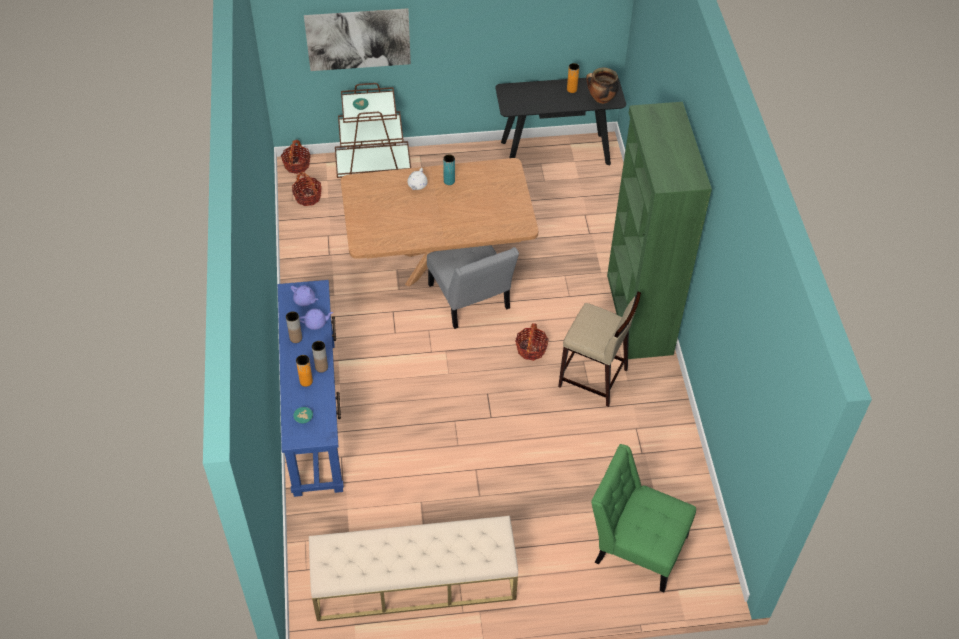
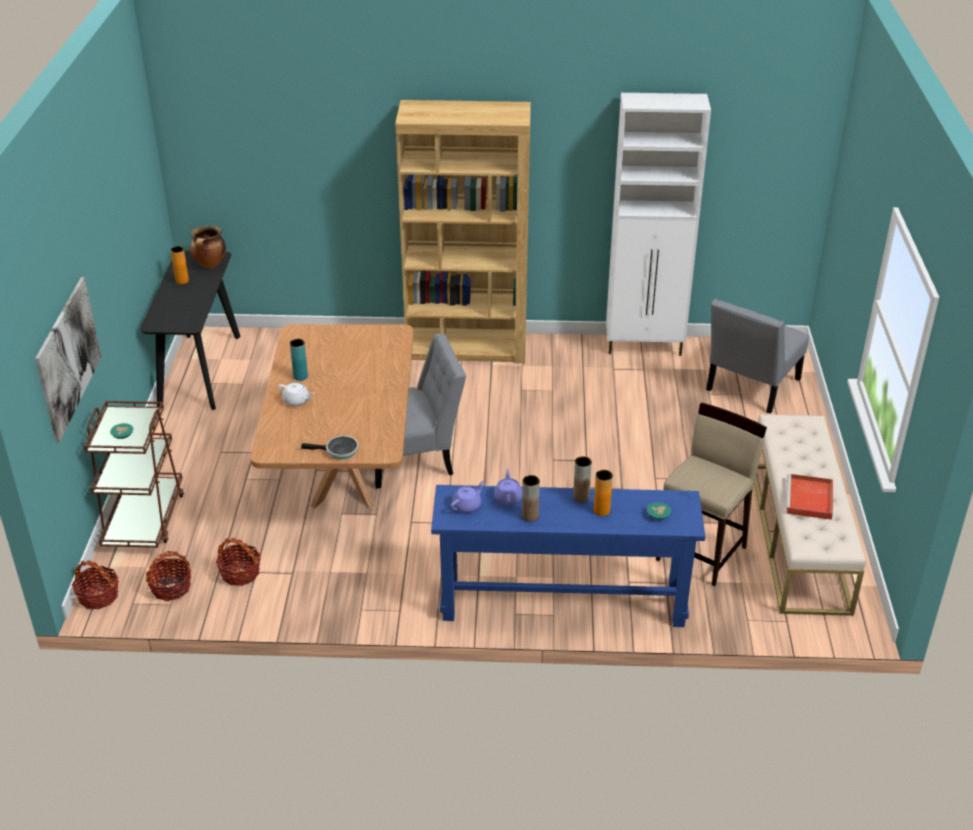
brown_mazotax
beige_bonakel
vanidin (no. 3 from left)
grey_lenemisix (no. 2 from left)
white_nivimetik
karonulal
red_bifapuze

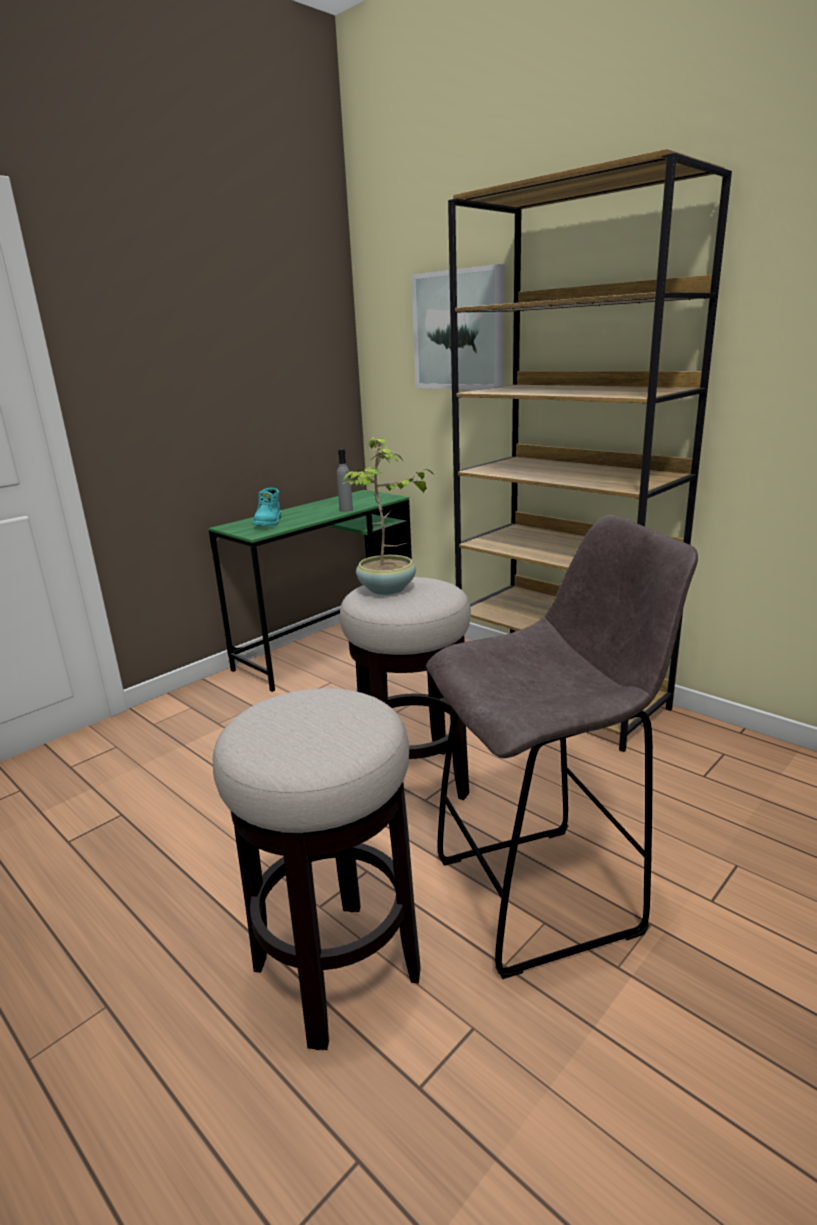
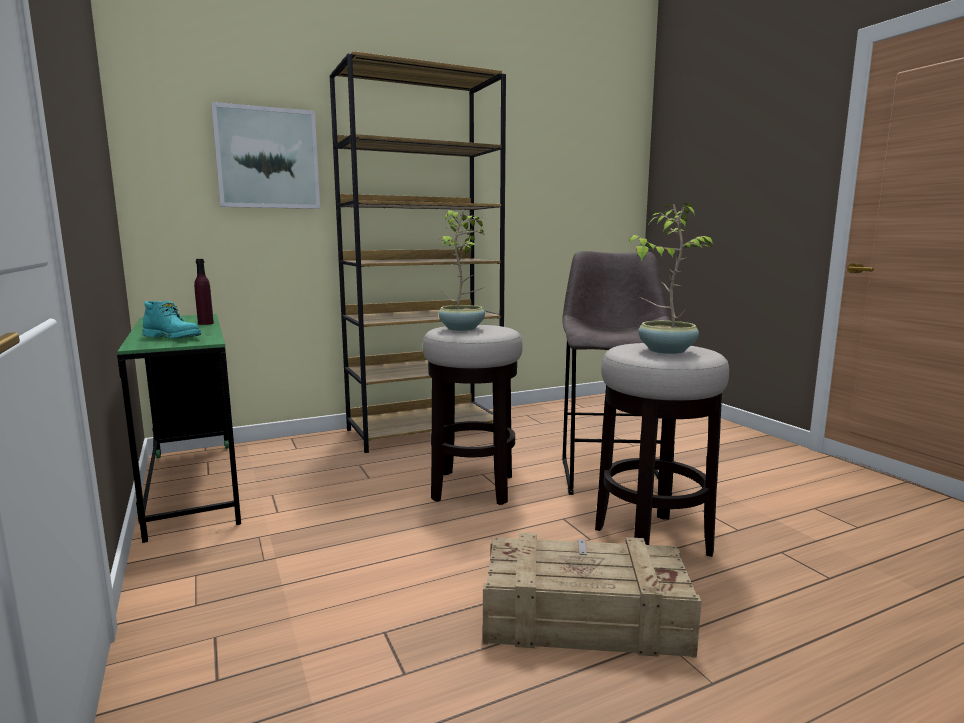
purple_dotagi
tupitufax (no. 2 from left)
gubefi

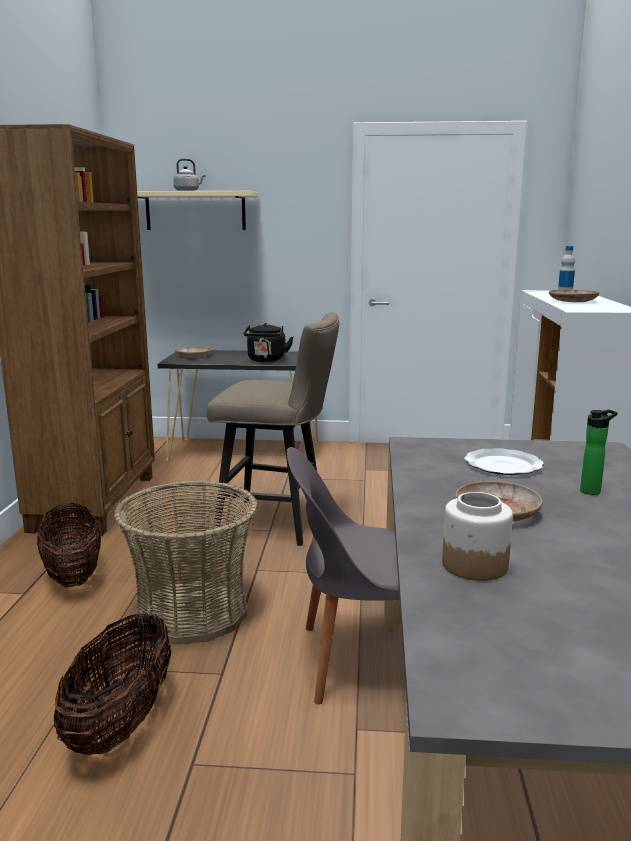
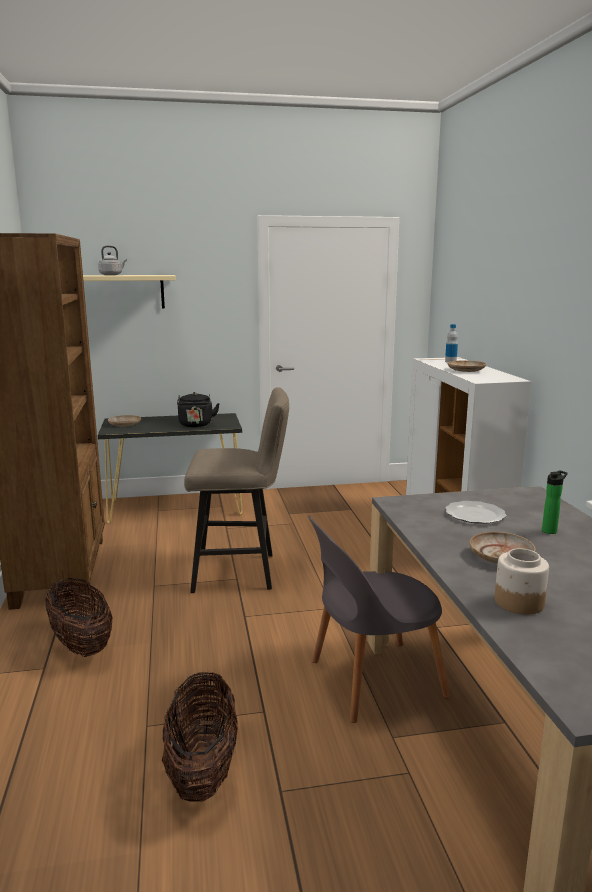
vanidin (no. 3 from left in the first image)

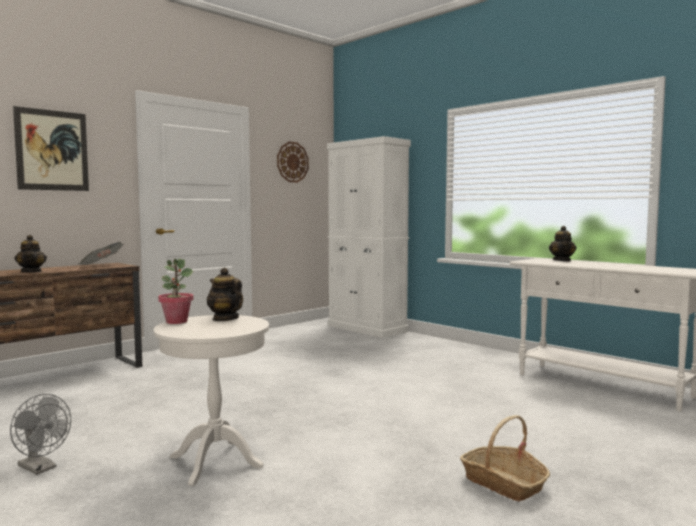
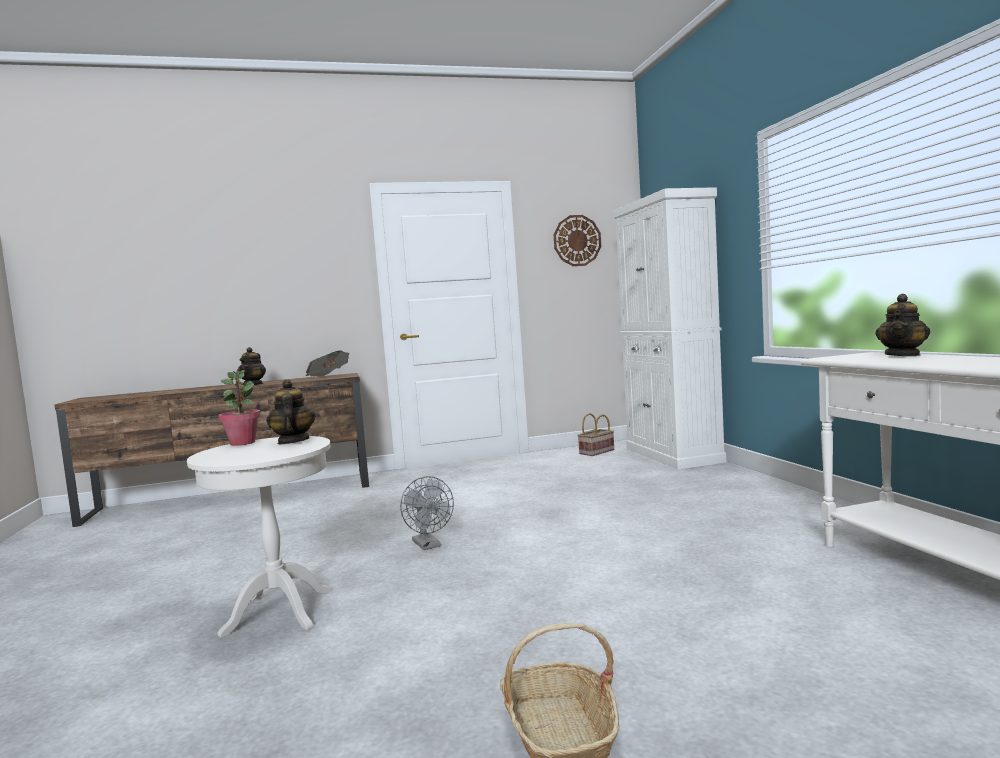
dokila
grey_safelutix
vanidin (no. 2 from left)

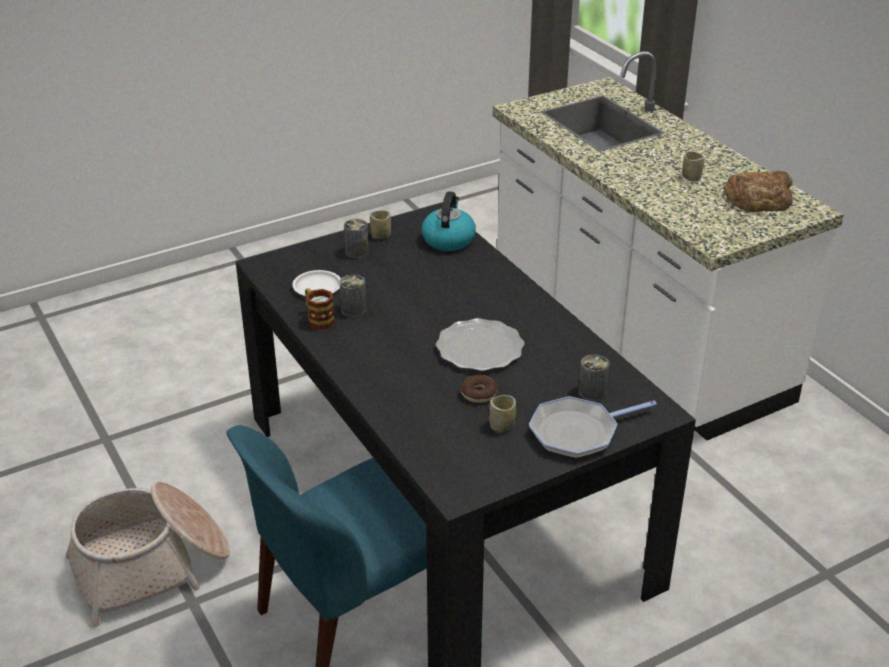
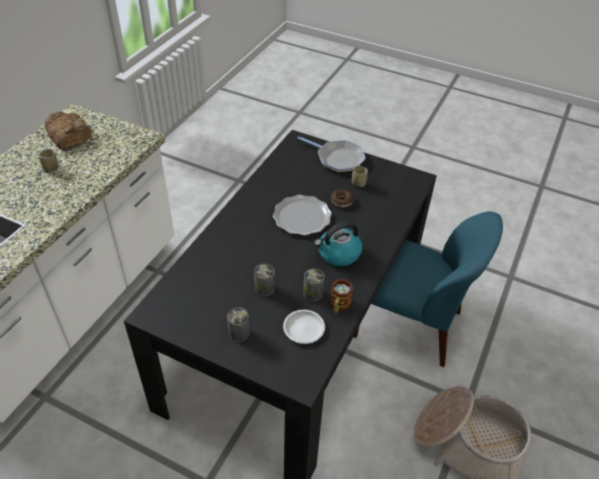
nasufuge
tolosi (no. 1 from left in the first image)
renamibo (no. 2 from left)

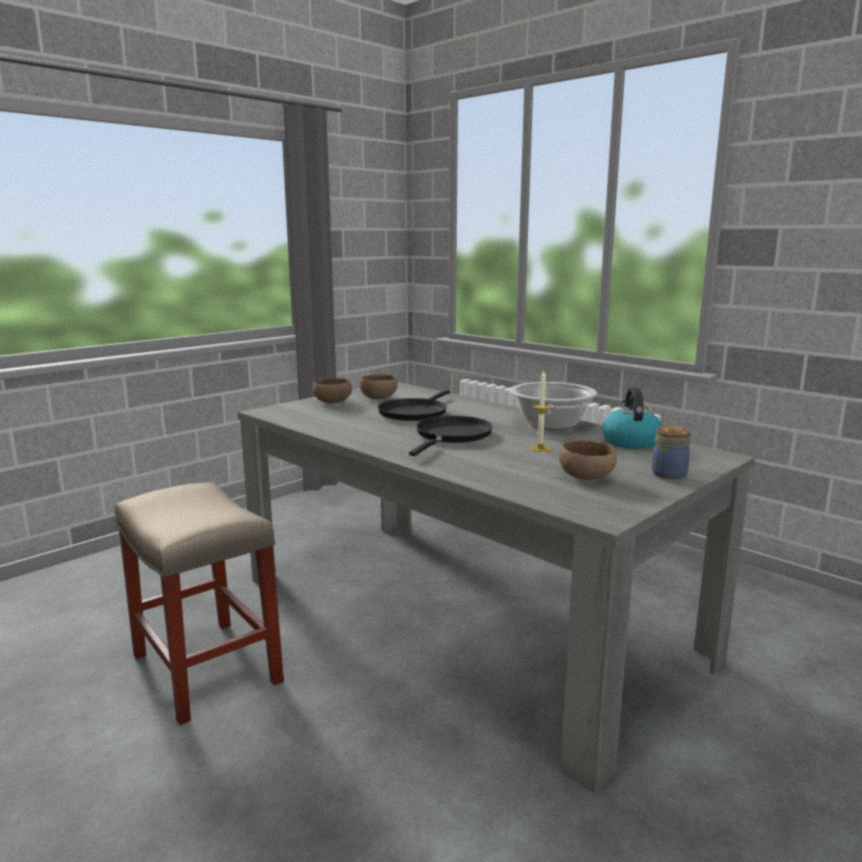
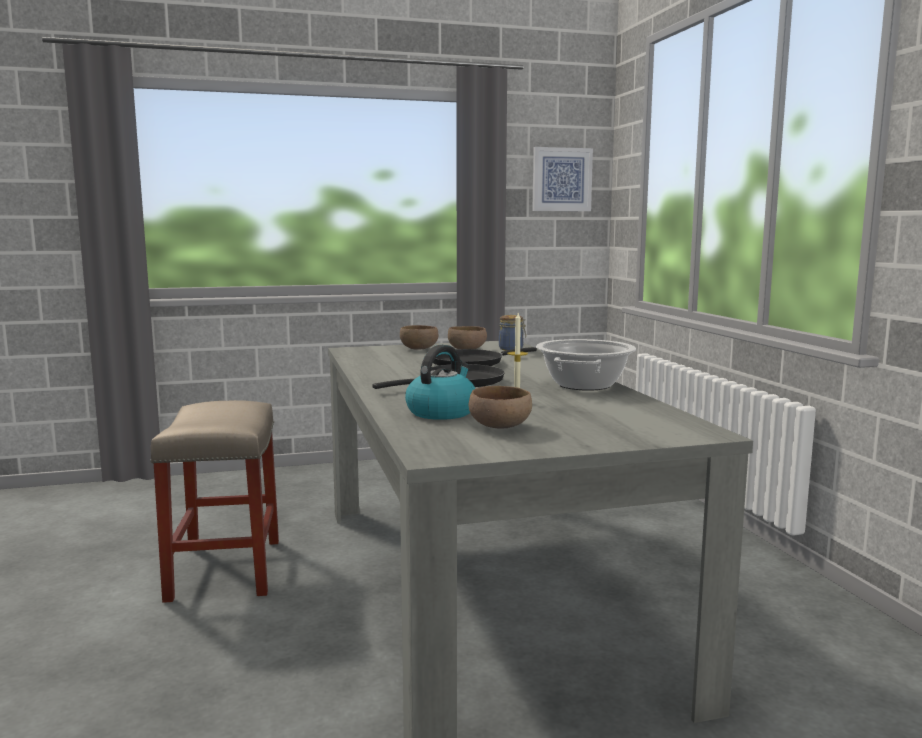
nasufuge
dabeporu
dokila

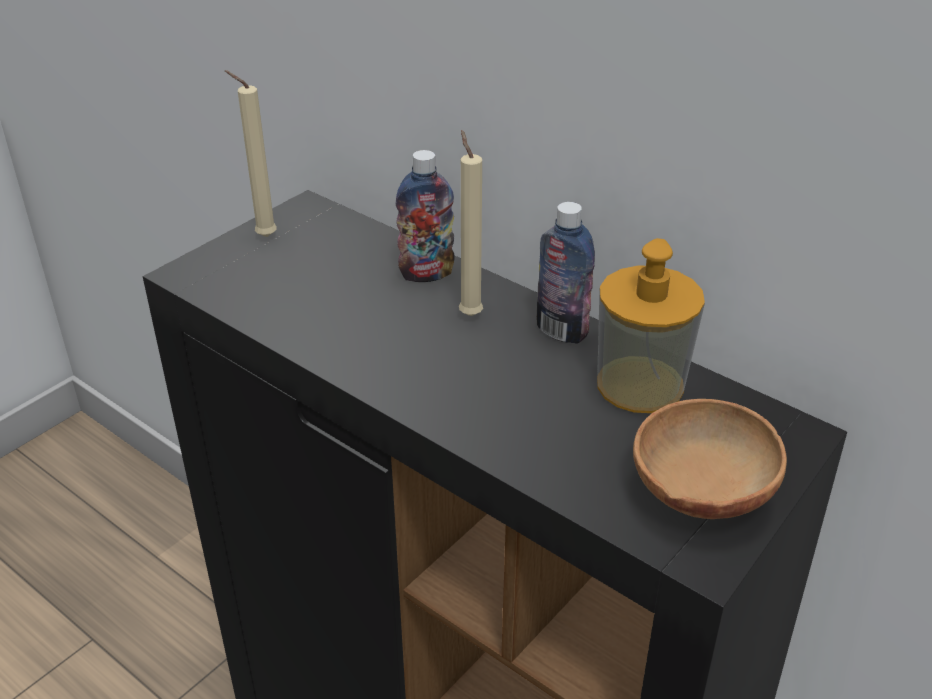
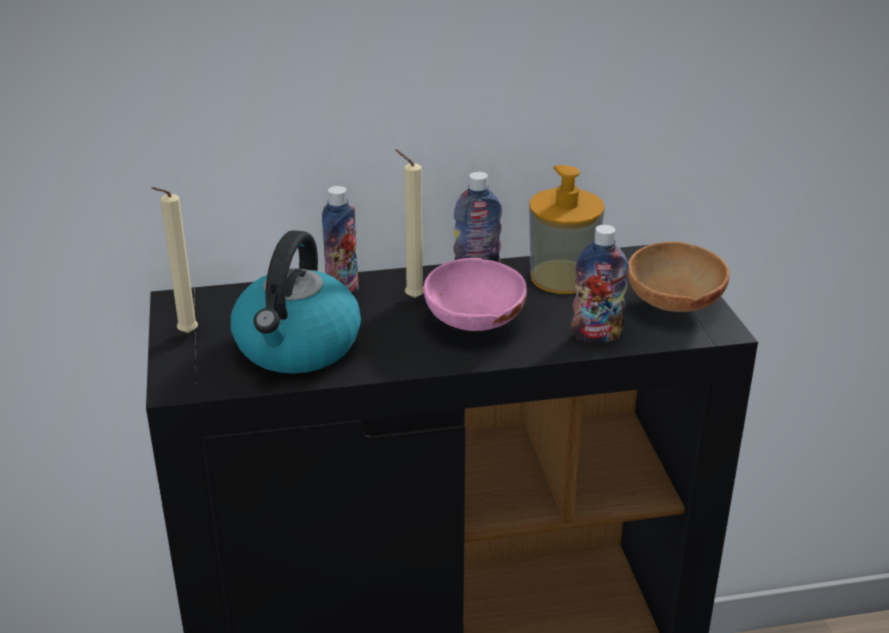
dotagi (no. 3 from left)
nasufuge
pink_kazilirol

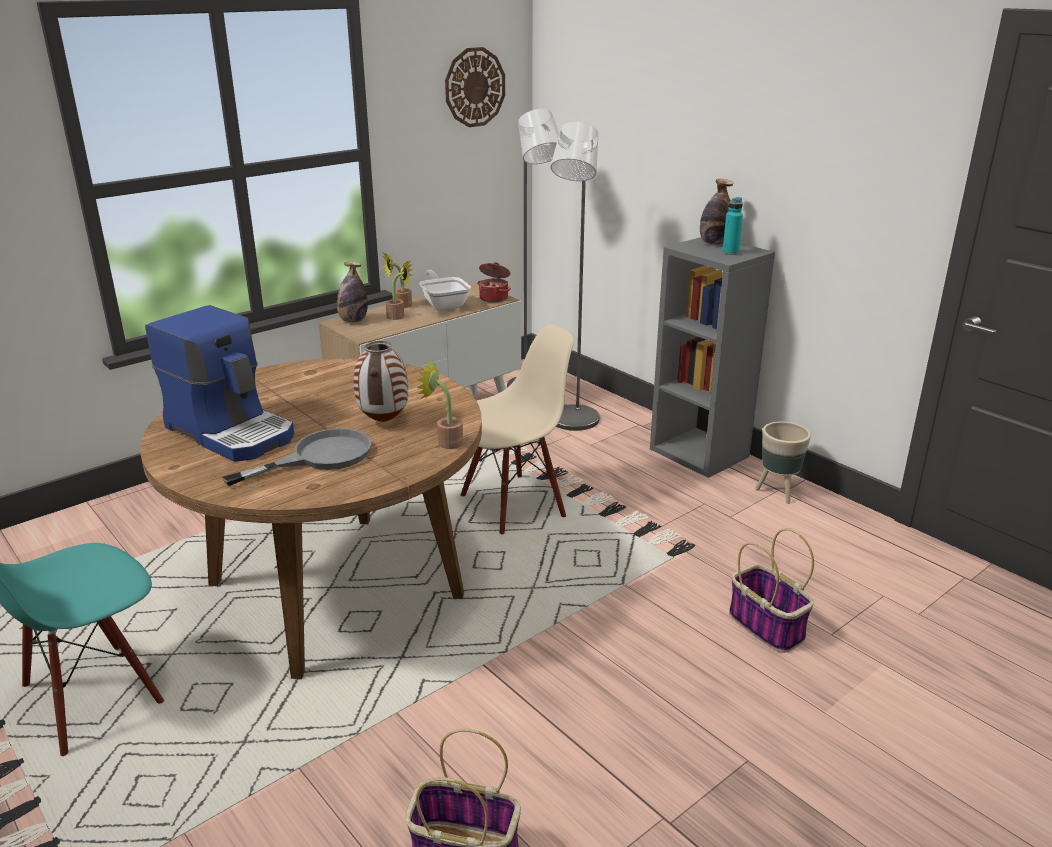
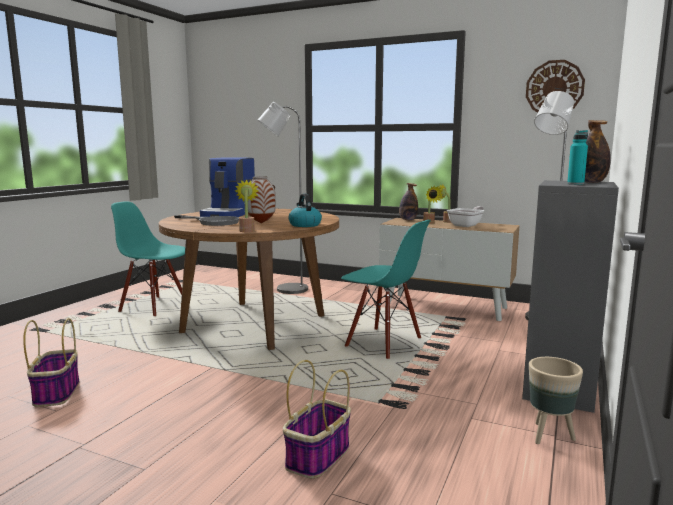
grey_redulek (no. 1 from left)
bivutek
turquoise_lenemisix (no. 2 from left)
nasufuge

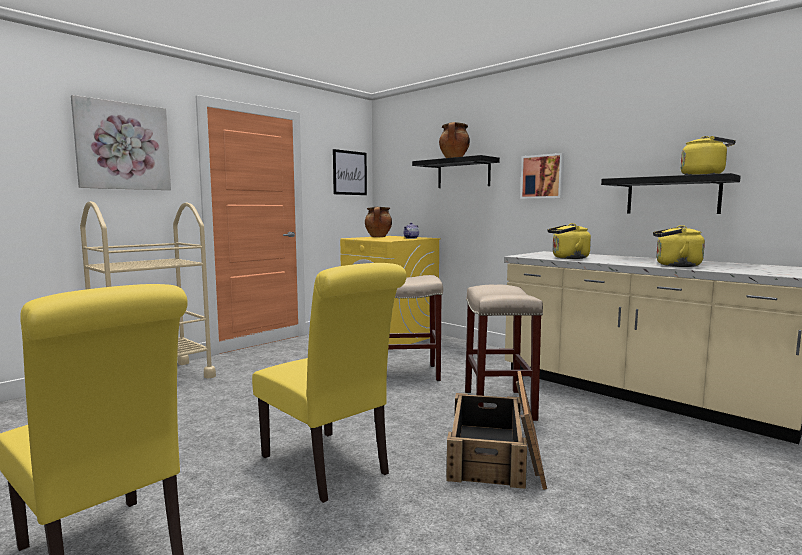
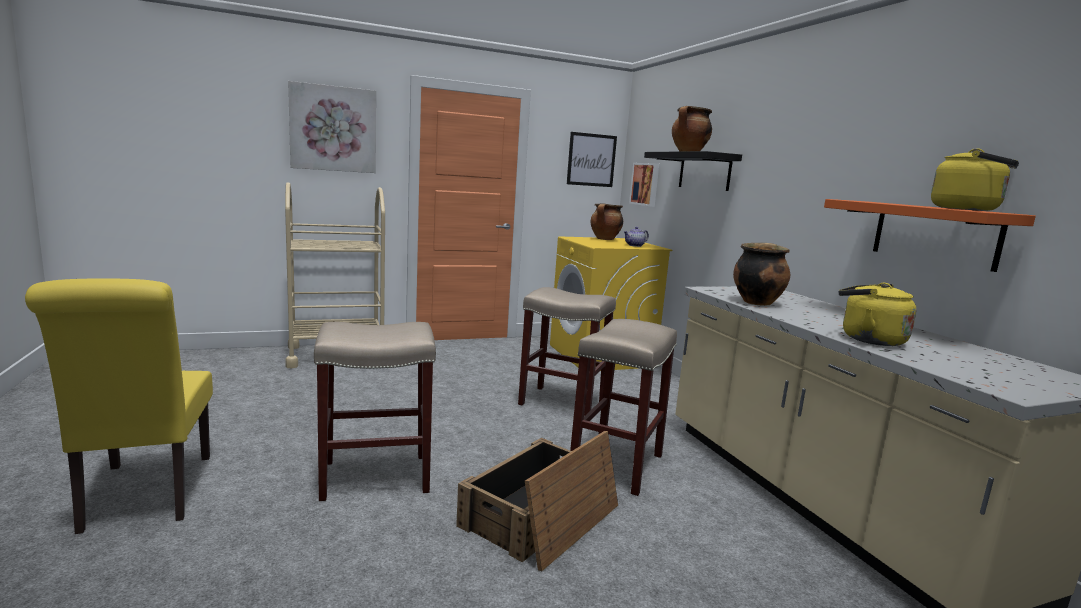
dokila (no. 3 from left)
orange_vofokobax
bivutek (no. 3 from left)
beige_bonakel (no. 1 from left)

